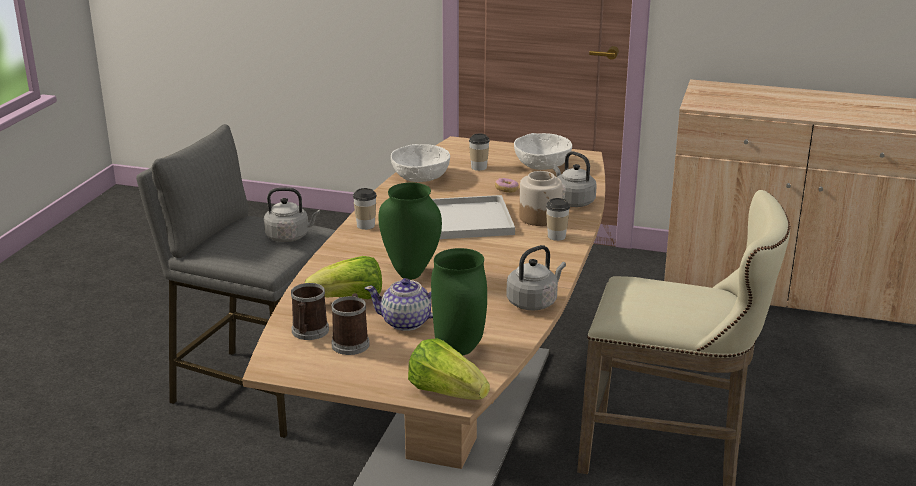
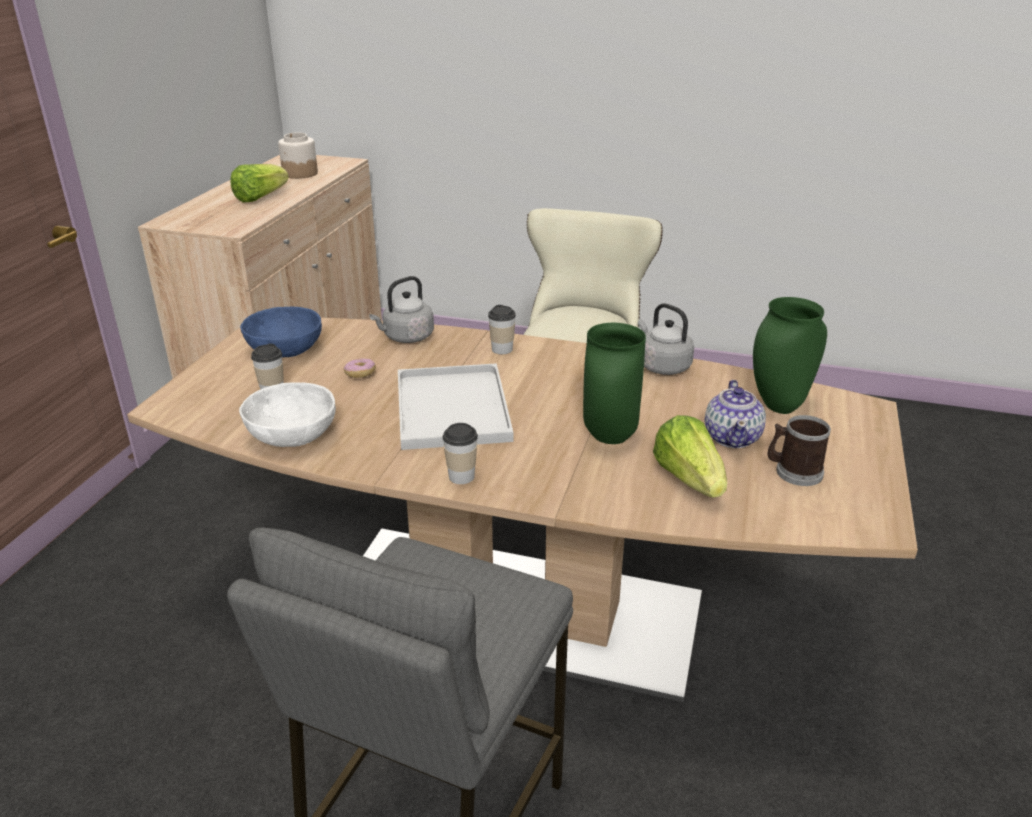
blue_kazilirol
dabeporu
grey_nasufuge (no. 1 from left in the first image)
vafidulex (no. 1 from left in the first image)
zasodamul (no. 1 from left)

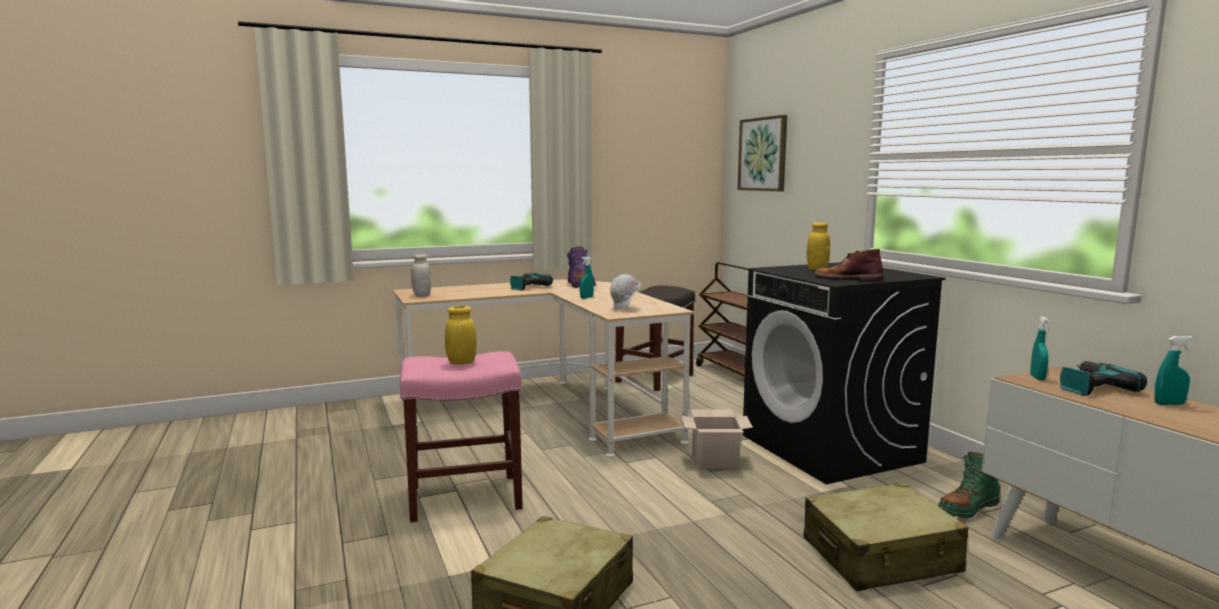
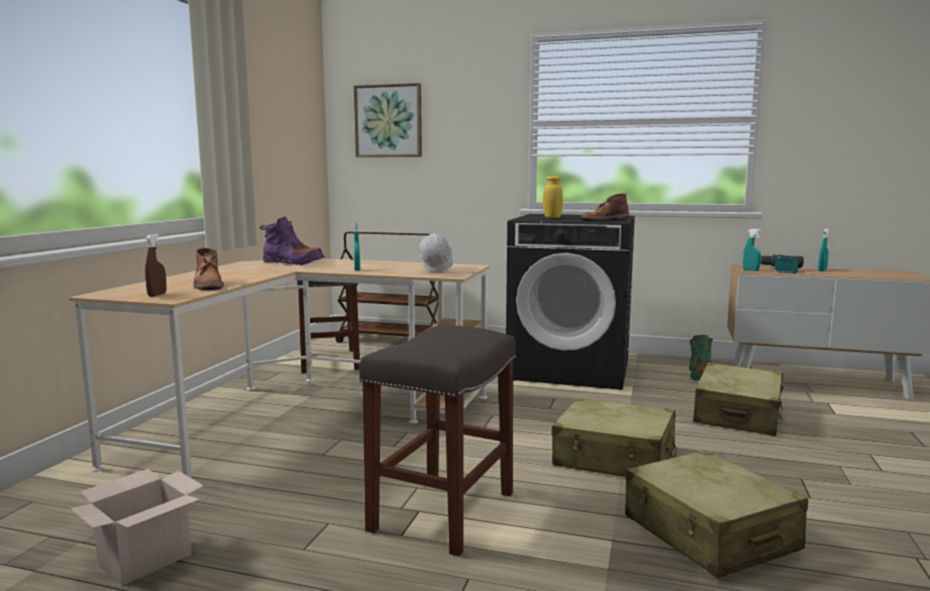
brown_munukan
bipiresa (no. 1 from left in the first image)
yellow_dabeporu (no. 1 from left in the first image)
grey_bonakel (no. 2 from left)
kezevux
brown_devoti (no. 1 from left)
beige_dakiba (no. 1 from left)

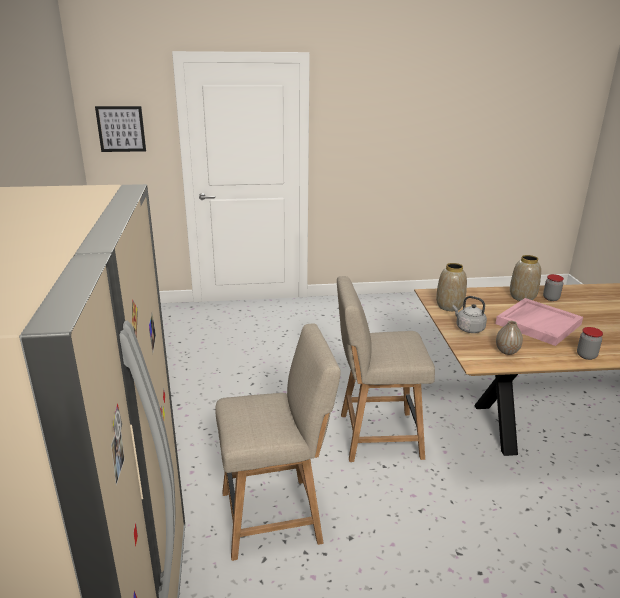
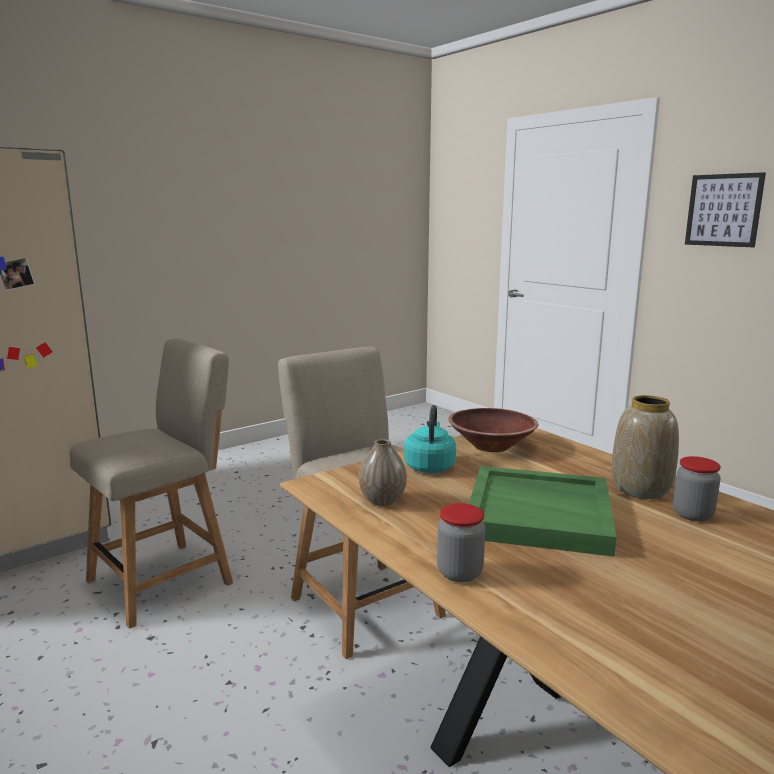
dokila
brown_kazilirol
turquoise_nasufuge
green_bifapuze
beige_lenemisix (no. 1 from left)

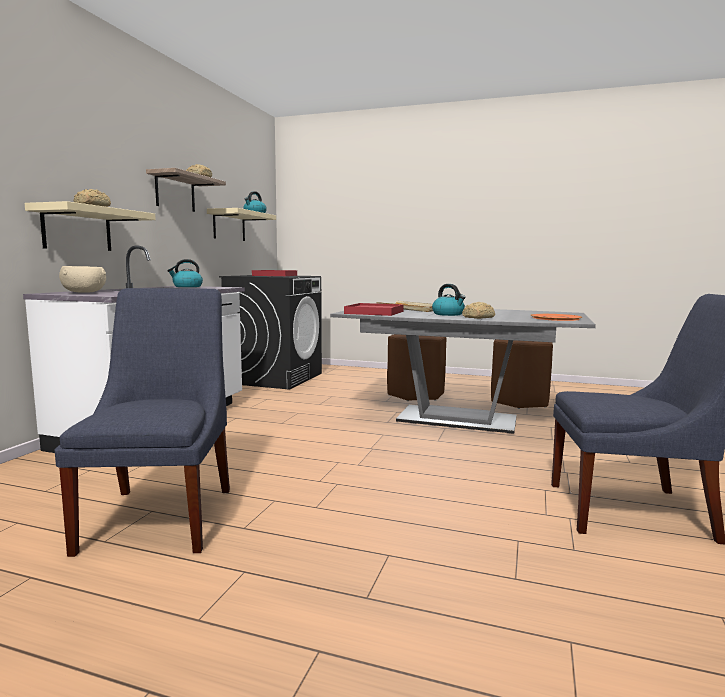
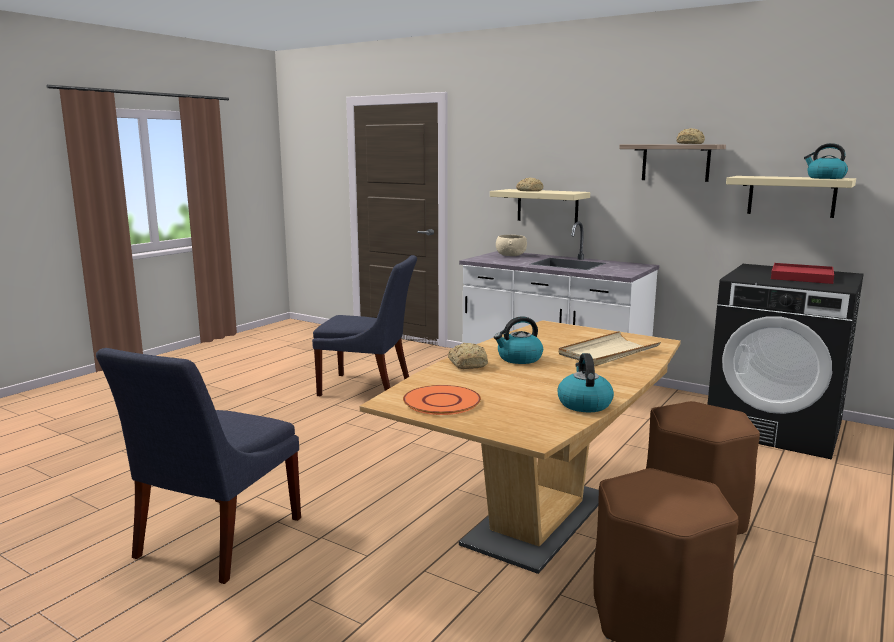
nasufuge (no. 2 from left)
red_bifapuze (no. 2 from left in the first image)
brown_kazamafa

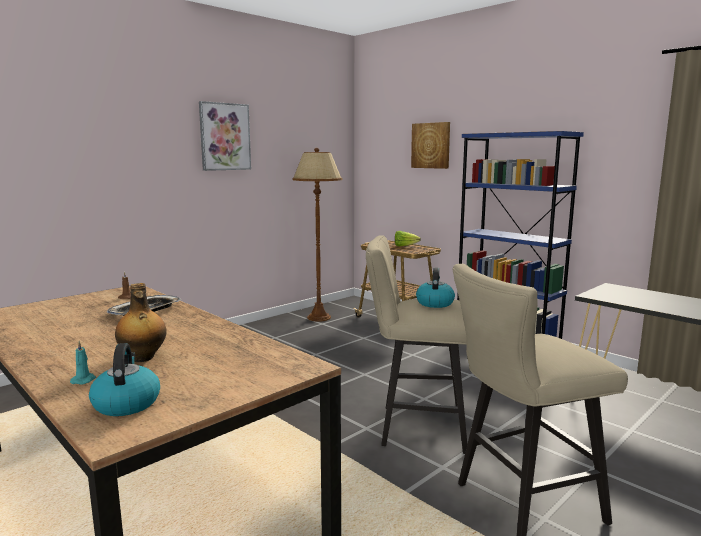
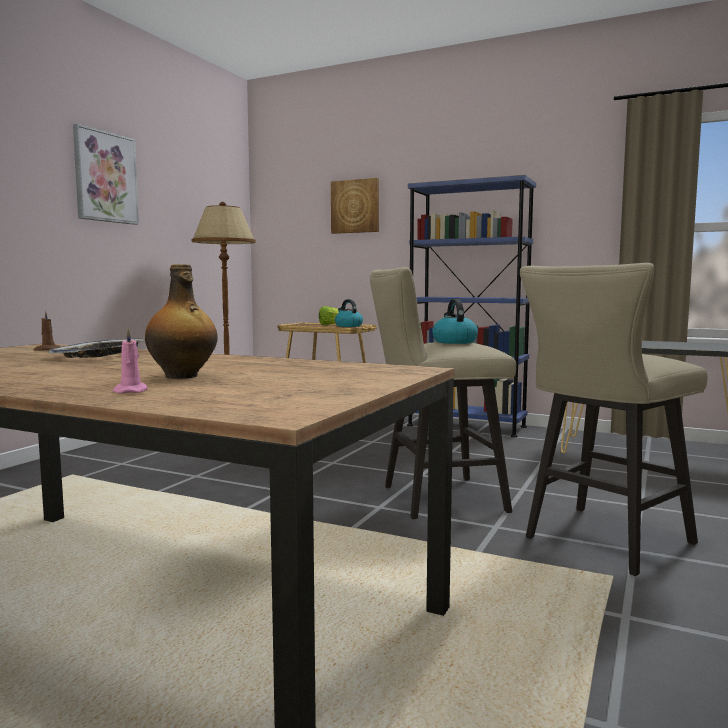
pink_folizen
nasufuge (no. 1 from left)

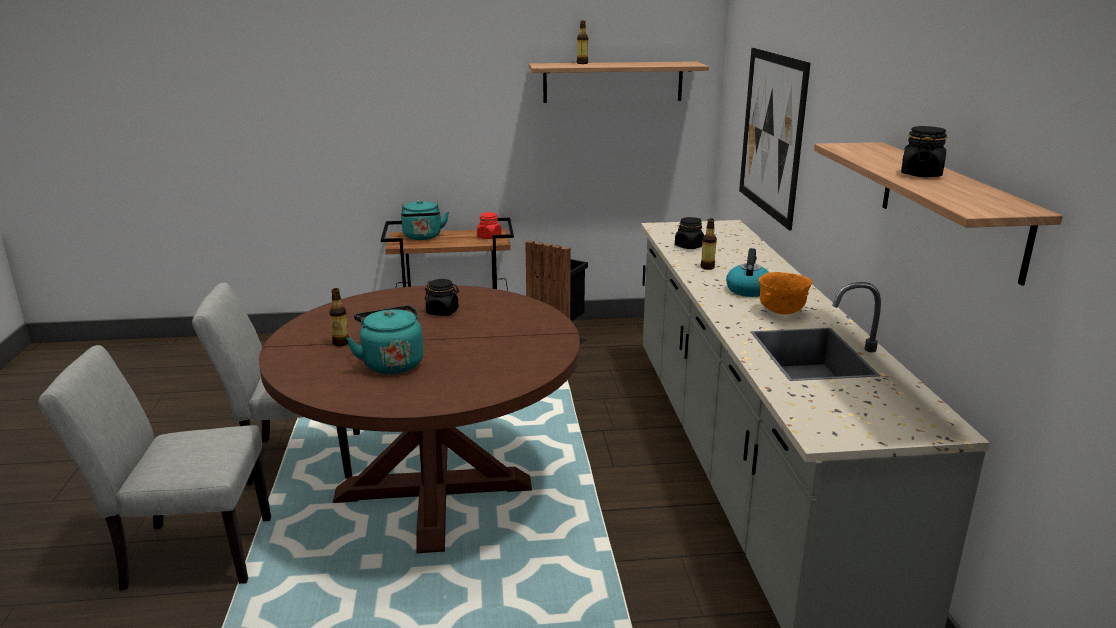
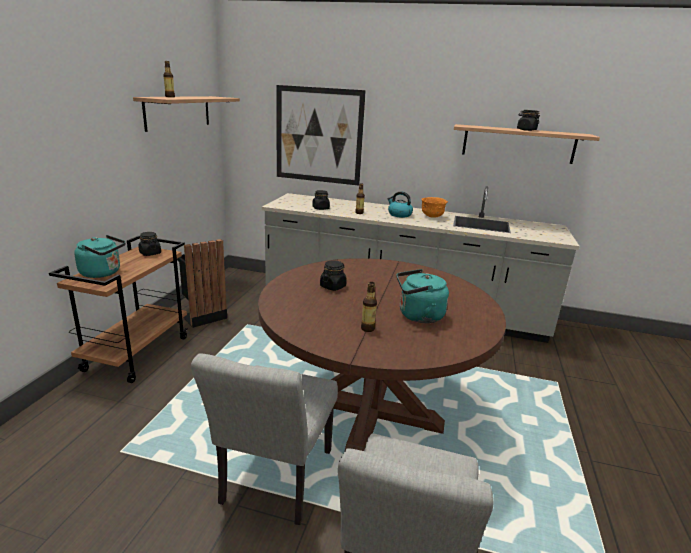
black_dabeporu (no. 1 from left)

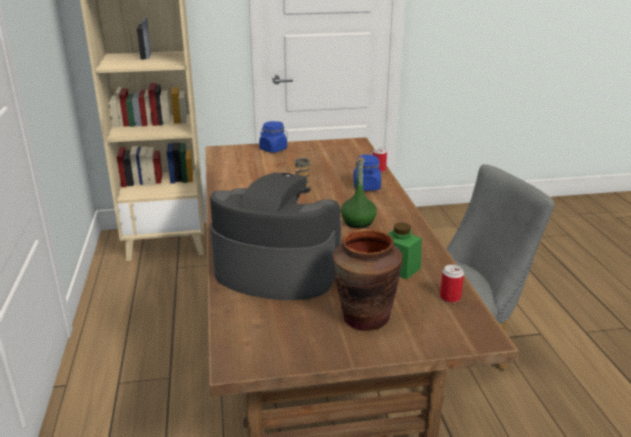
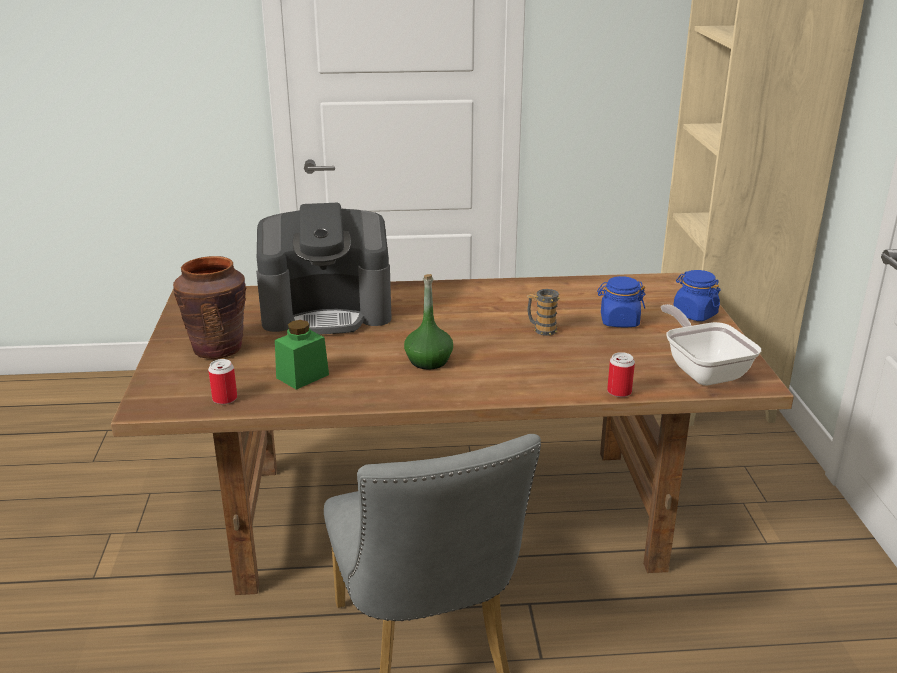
blue_dabeporu (no. 1 from left)
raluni
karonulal

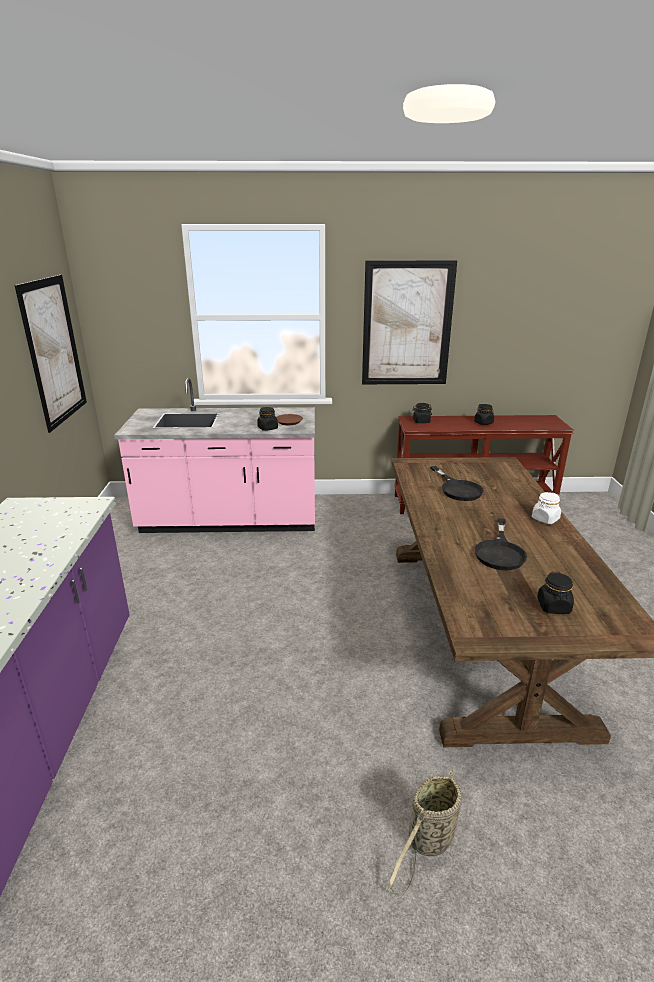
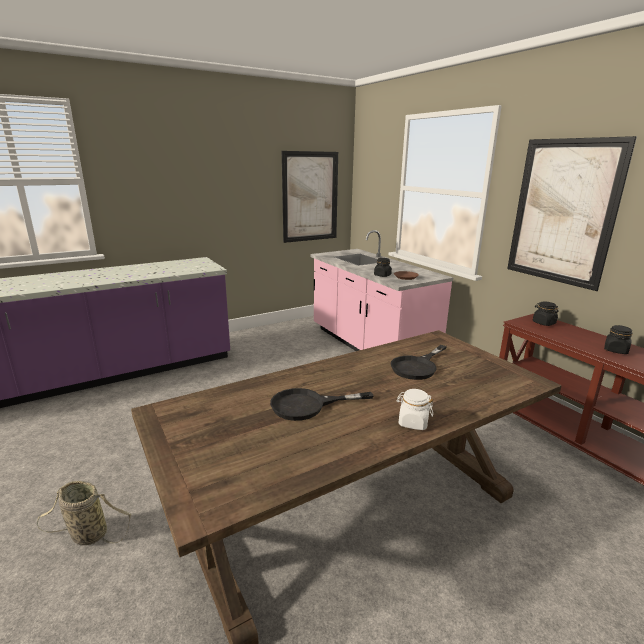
black_dabeporu (no. 4 from left in the first image)

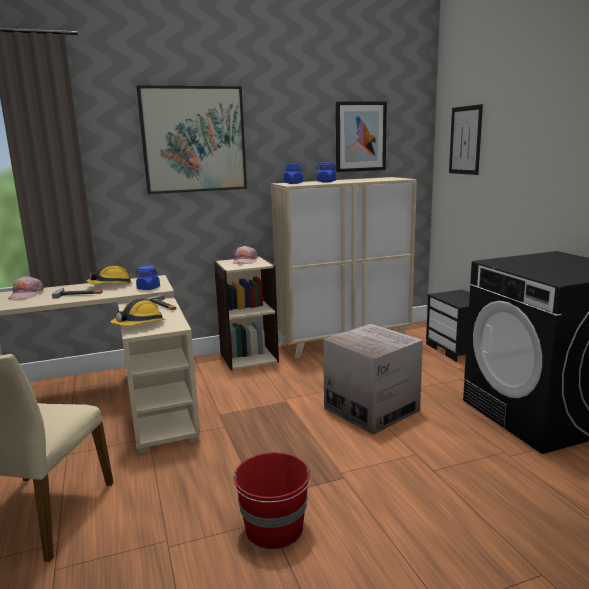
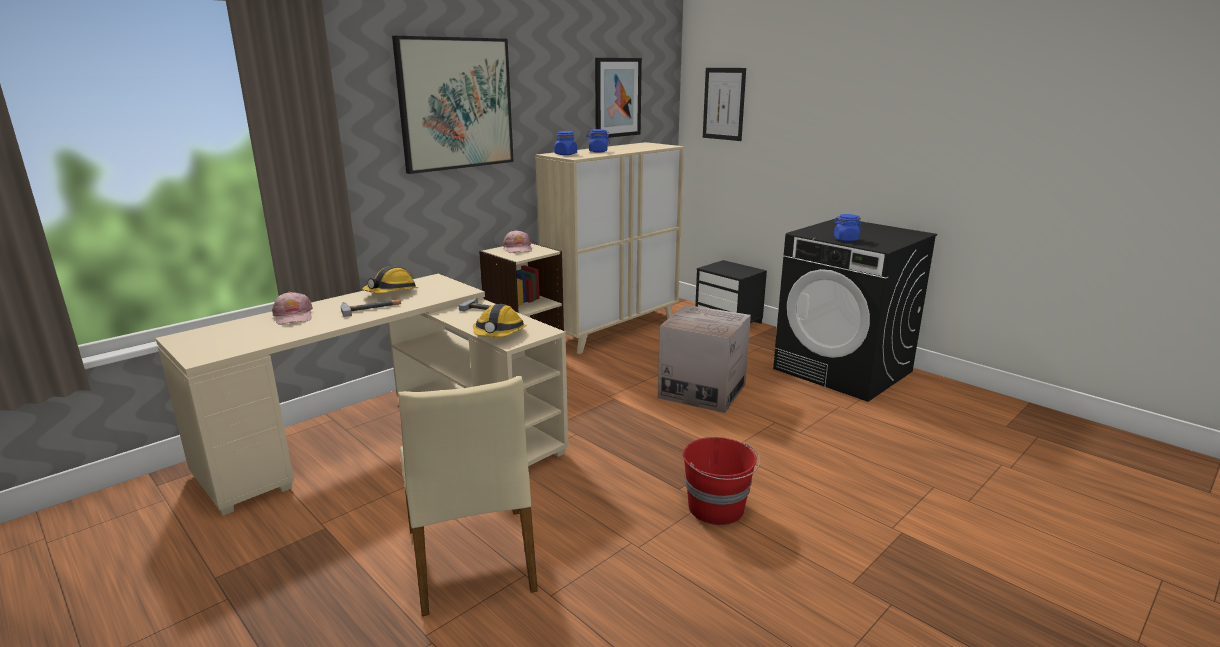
blue_dabeporu (no. 3 from left)

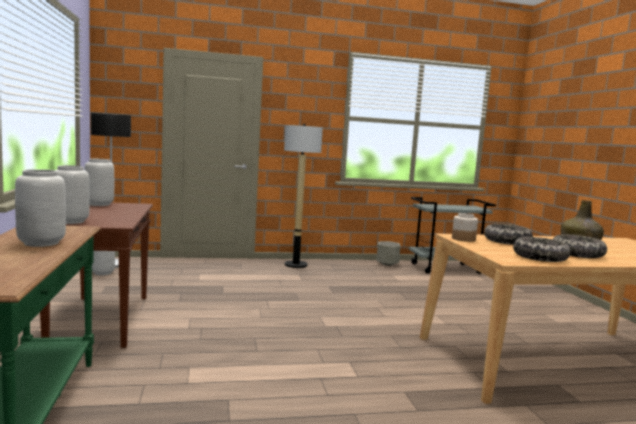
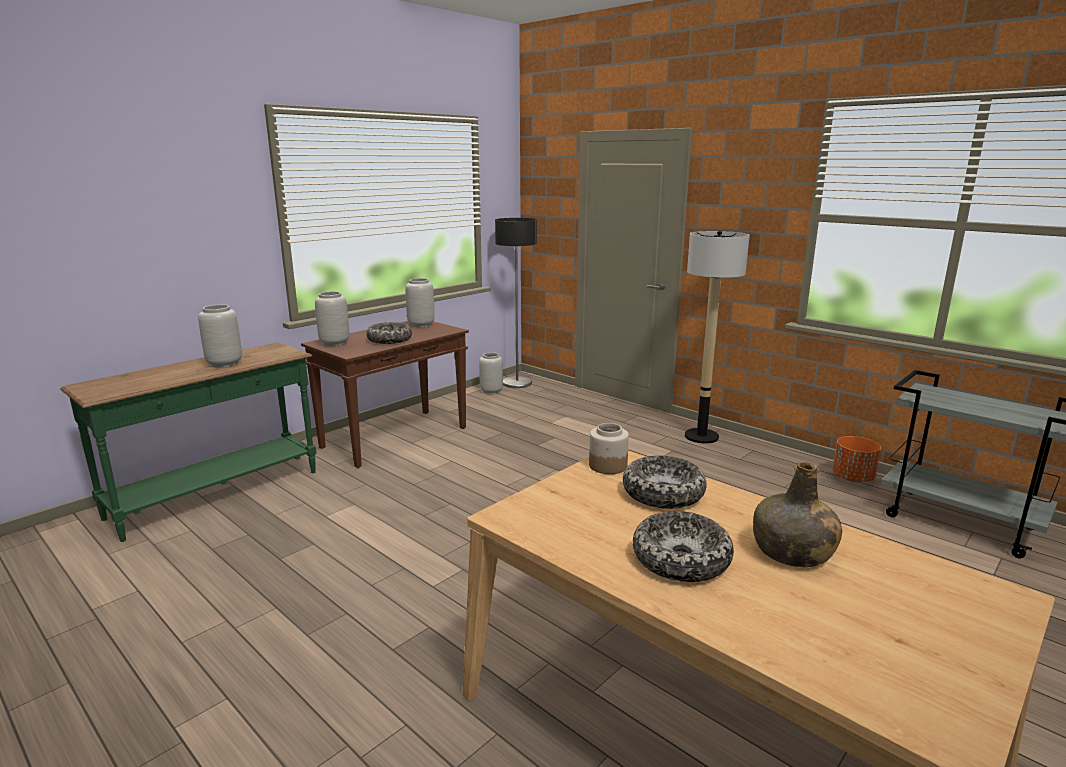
kazilirol (no. 1 from left)
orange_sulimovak

